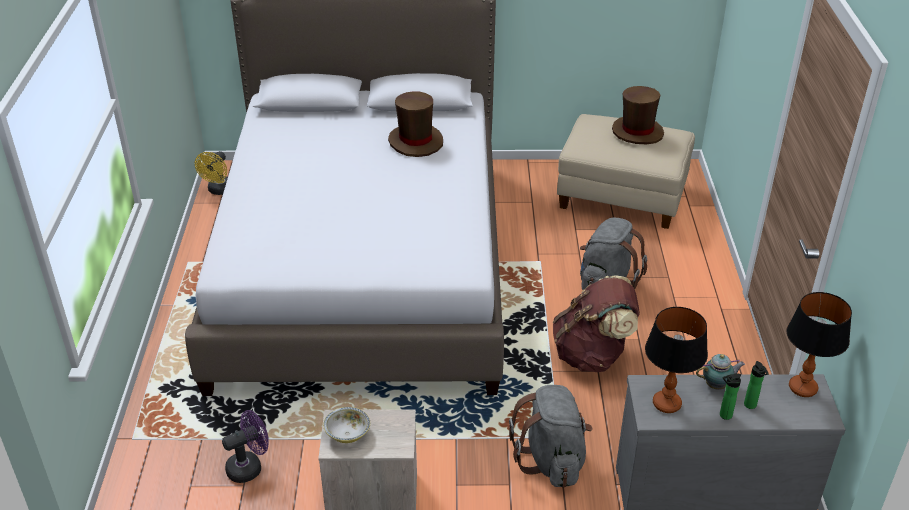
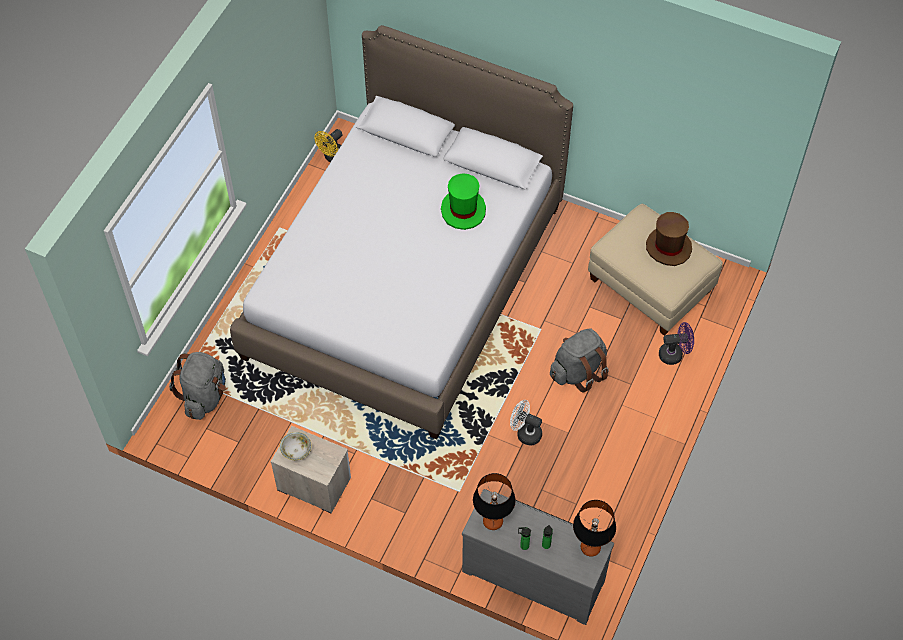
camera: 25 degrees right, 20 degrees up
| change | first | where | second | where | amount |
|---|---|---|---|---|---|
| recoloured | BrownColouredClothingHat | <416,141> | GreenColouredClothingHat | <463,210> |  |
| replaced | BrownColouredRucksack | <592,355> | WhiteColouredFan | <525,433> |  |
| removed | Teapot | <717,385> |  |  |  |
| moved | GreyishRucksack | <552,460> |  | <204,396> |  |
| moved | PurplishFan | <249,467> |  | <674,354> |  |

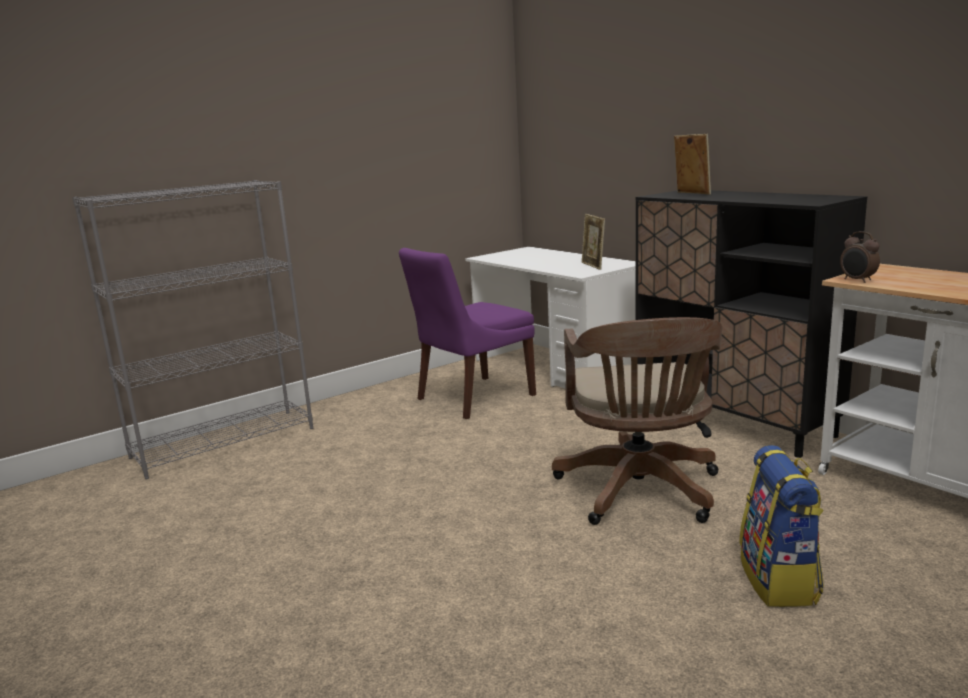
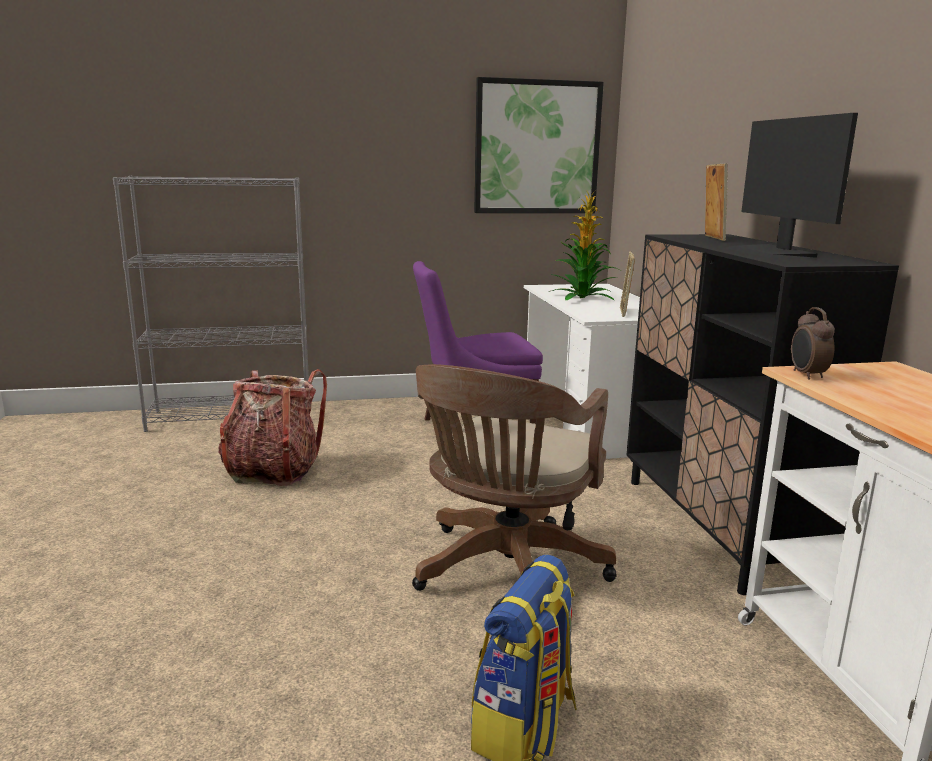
camera: 25 degrees right, 0 degrees up
| change | first | where | second | where | amount |
|---|---|---|---|---|---|
| added |  |  | WallArt | <537,148> |  |
| added |  |  | ComputerDisplay | <771,252> |  |
| added |  |  | PlantInAPot | <583,298> |  |
| added |  |  | Rucksack | <273,471> |  |

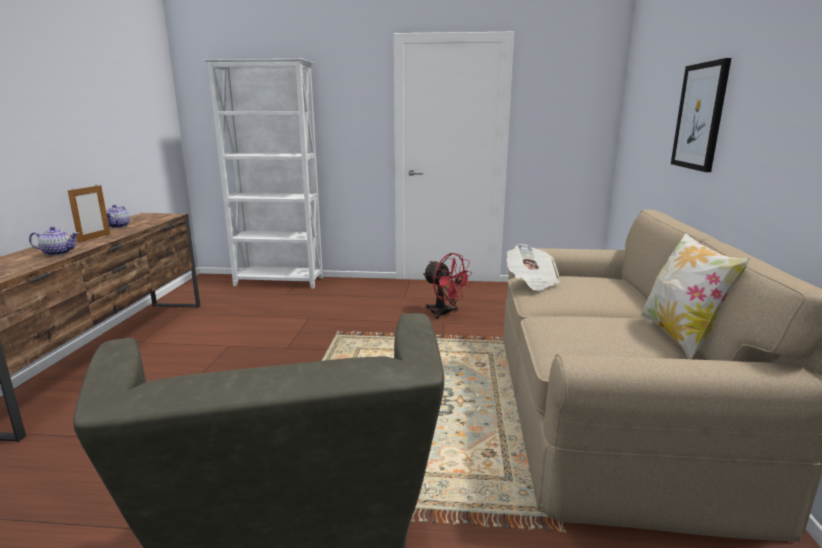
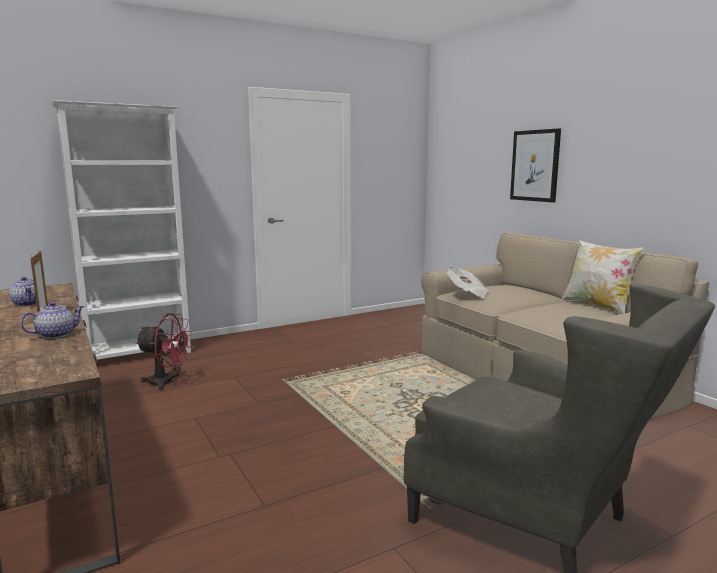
camera: 35 degrees left, 5 degrees down
| change | first | where | second | where | amount |
|---|---|---|---|---|---|
| moved | RedFan | <444,313> |  | <167,382> |  |

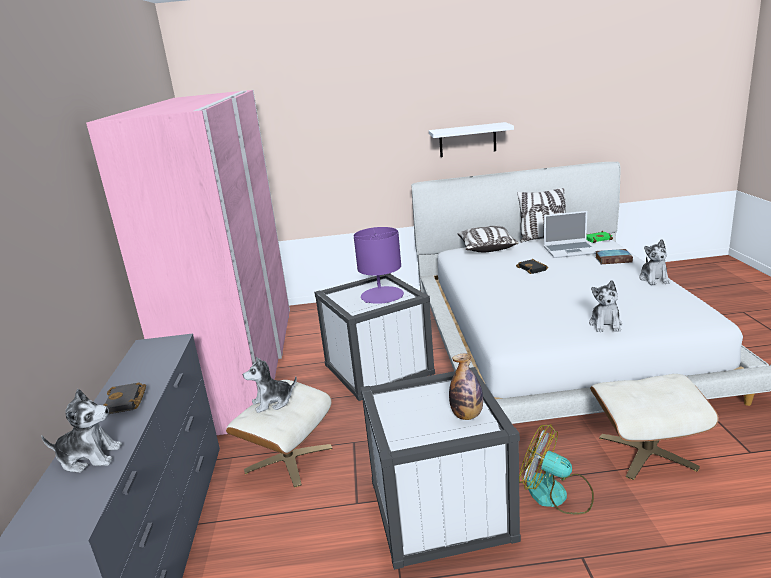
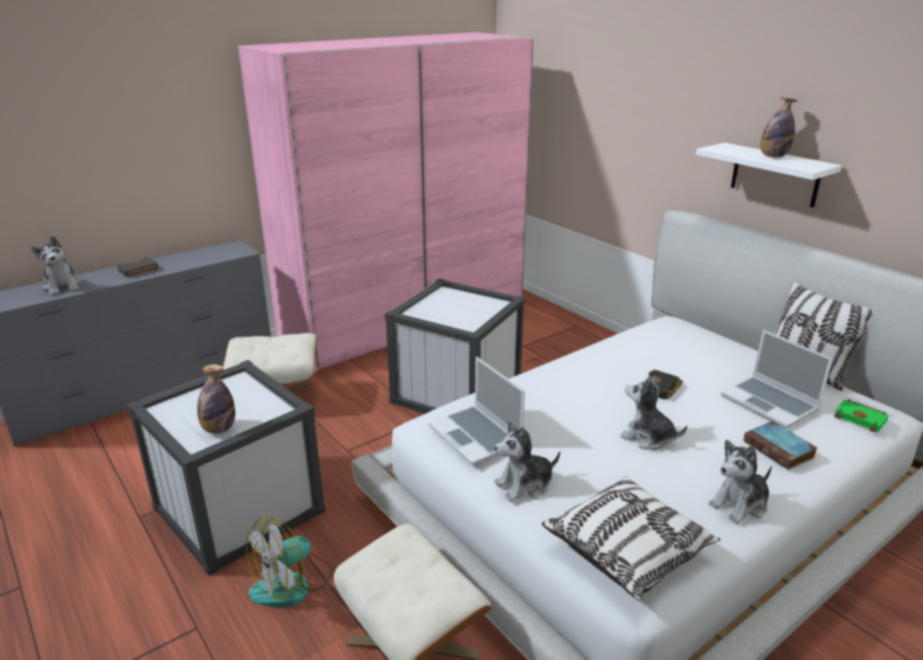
camera: 55 degrees right, 5 degrees up
| change | first | where | second | where | amount |
|---|---|---|---|---|---|
| moved | Cushion | <486,248> |  | <627,549> |  |
| removed | PurplishTabletopLamp | <382,296> |  |  |  |
| moved | CuddlyToy | <273,402> |  | <648,438> |  |
| turned | Fan | <556,494> |  | <292,584> | 135 degrees counterclockwise |
| added |  |  | DrinkBottle | <773,156> |  |
| added |  |  | NotebookComputer | <476,436> |  |

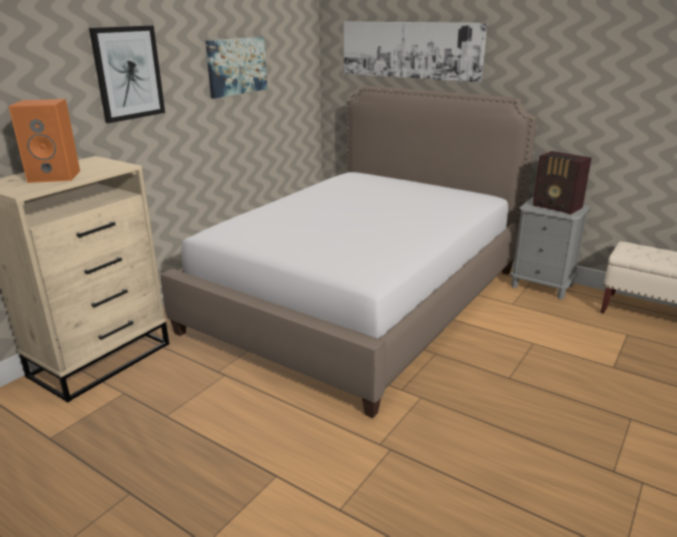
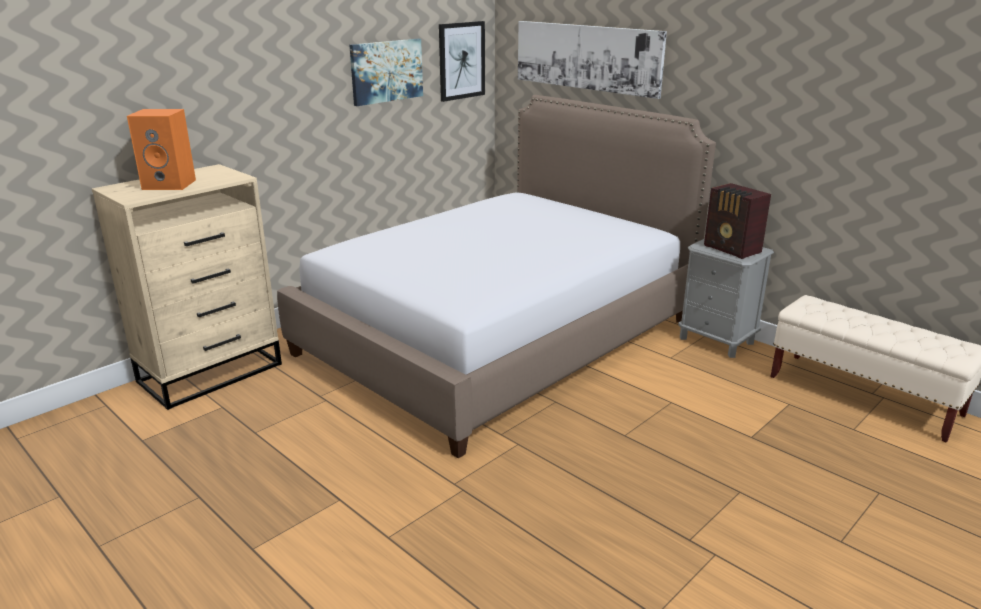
camera: 10 degrees right, 0 degrees up
| change | first | where | second | where | amount |
|---|---|---|---|---|---|
| moved | WallArt | <128,73> |  | <461,60> |  |

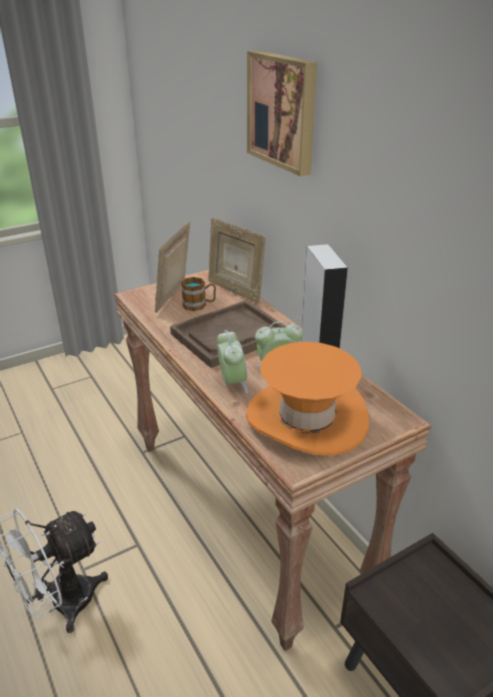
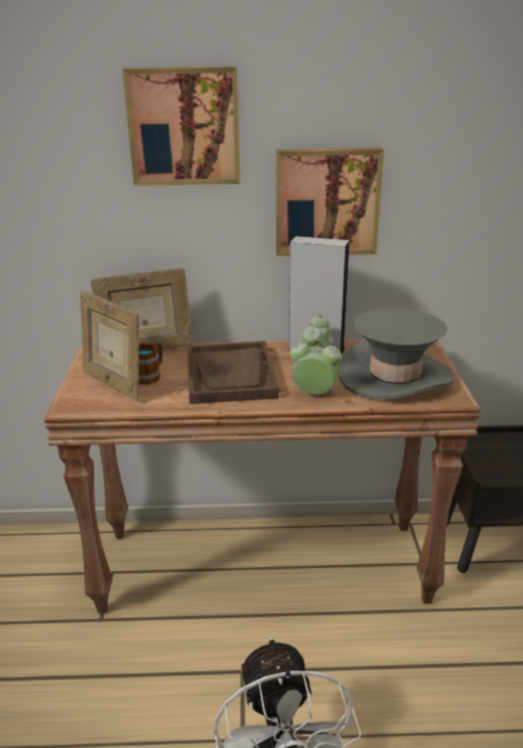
camera: 60 degrees left, 5 degrees down
| change | first | where | second | where | amount |
|---|---|---|---|---|---|
| recoloured | OrangeColouredClothingHat | <307,418> | GreyishClothingHat | <395,376> |  |
| added |  |  | WallArt | <326,201> |  |

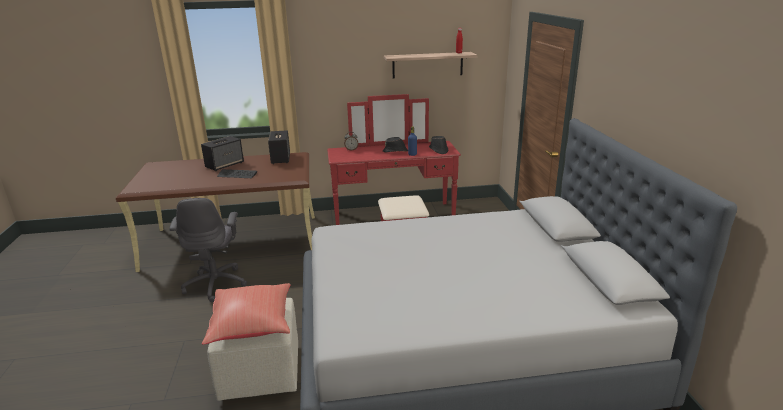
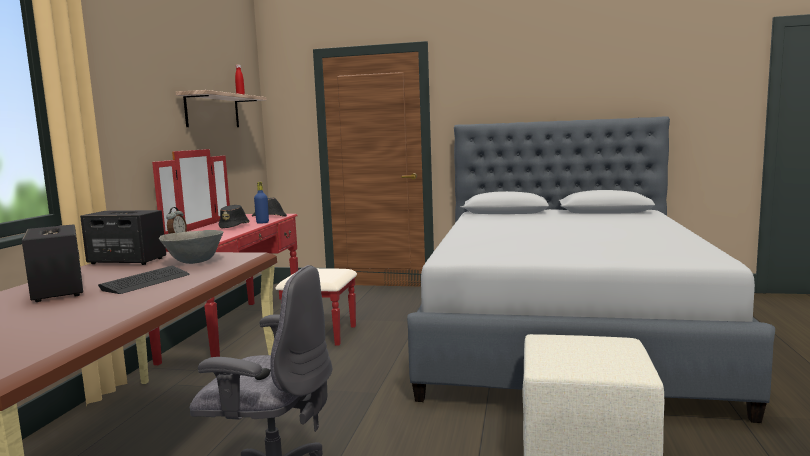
camera: 70 degrees left, 15 degrees down
| change | first | where | second | where | amount |
|---|---|---|---|---|---|
| removed | RedCushion | <252,325> |  |  |  |
| added |  |  | GreyishServingBowl | <194,262> |  |

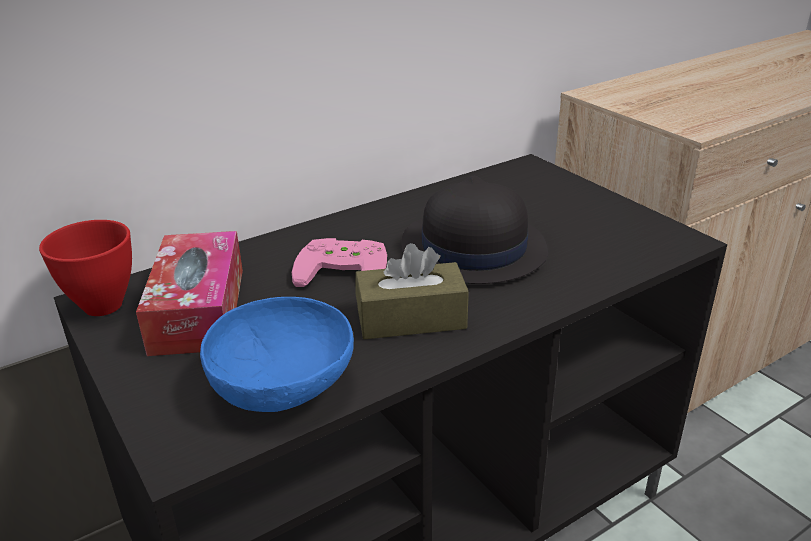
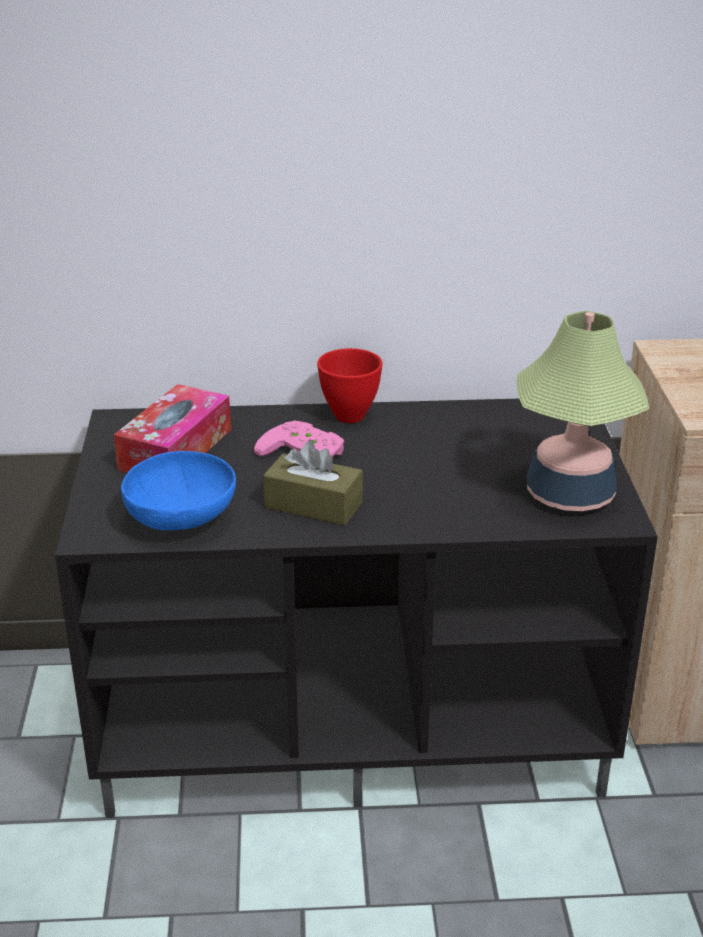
camera: 30 degrees right, 0 degrees up
| change | first | where | second | where | amount |
|---|---|---|---|---|---|
| removed | BlackClothingHat | <472,249> |  |  |  |
| moved | RedServingBowl | <101,307> |  | <348,416> |  |
| added |  |  | TabletopLamp | <570,494> |  |

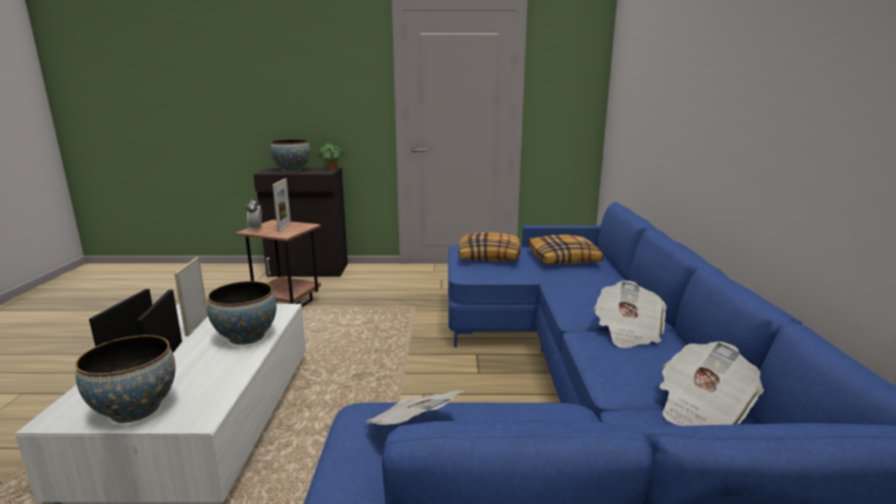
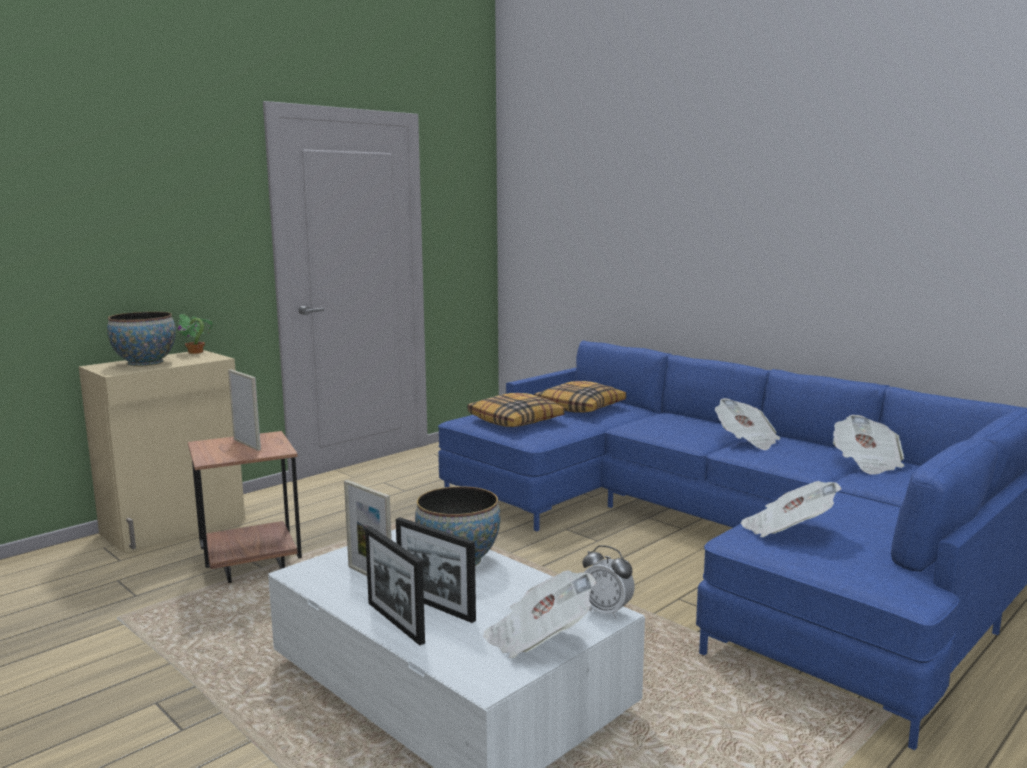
camera: 45 degrees left, 5 degrees down
| change | first | where | second | where | amount |
|---|---|---|---|---|---|
| recoloured | BlackCupboard | <308,270> | SandColouredCupboard | <175,526> |  |
| moved | BedsideClock | <256,229> |  | <606,611> |  |
| replaced | ServingBowl | <136,409> | DailyPaper | <538,639> |  |

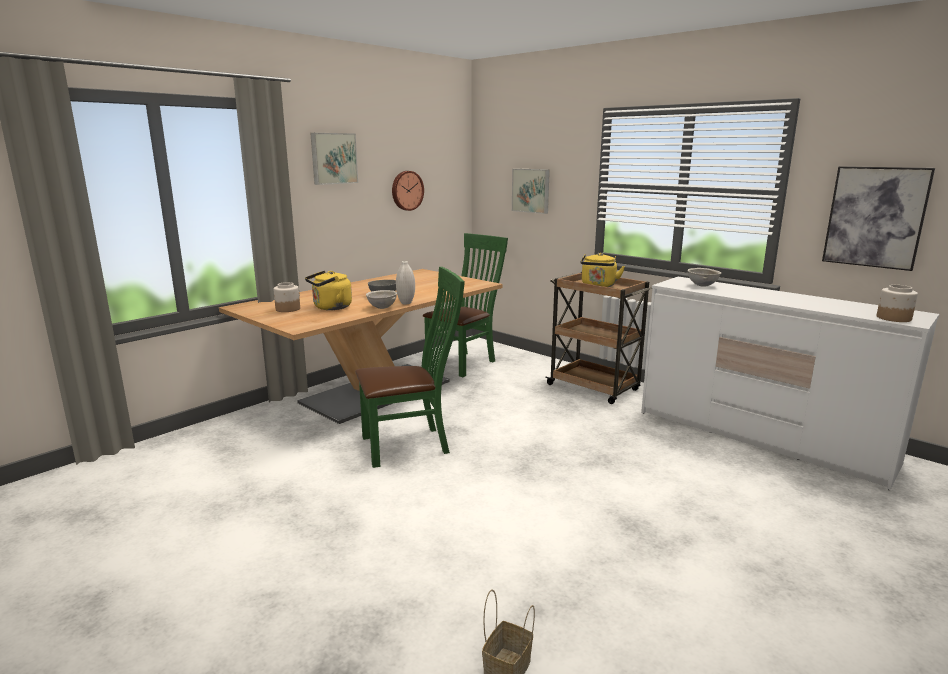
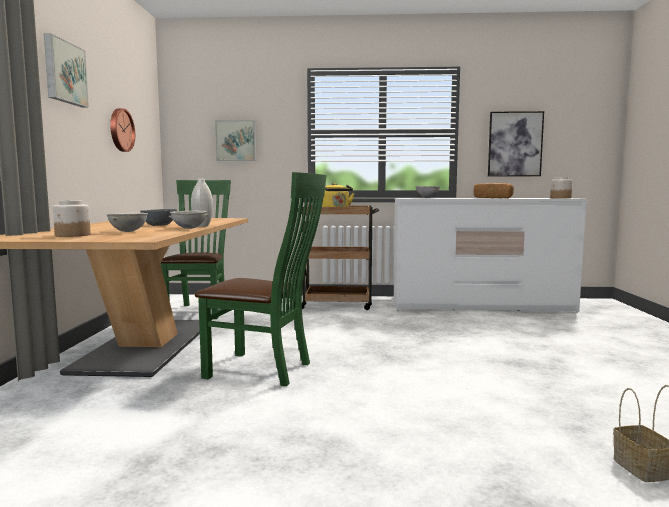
camera: 40 degrees left, 10 degrees down
| change | first | where | second | where | amount |
|---|---|---|---|---|---|
| turned | GreenColouredPlainChair | <411,445> |  | <265,370> | 75 degrees clockwise |
| replaced | YellowColouredTeaKettle | <330,308> | GreyishServingBowl | <127,231> |  |
| added |  |  | BakedBread | <493,198> |  |

